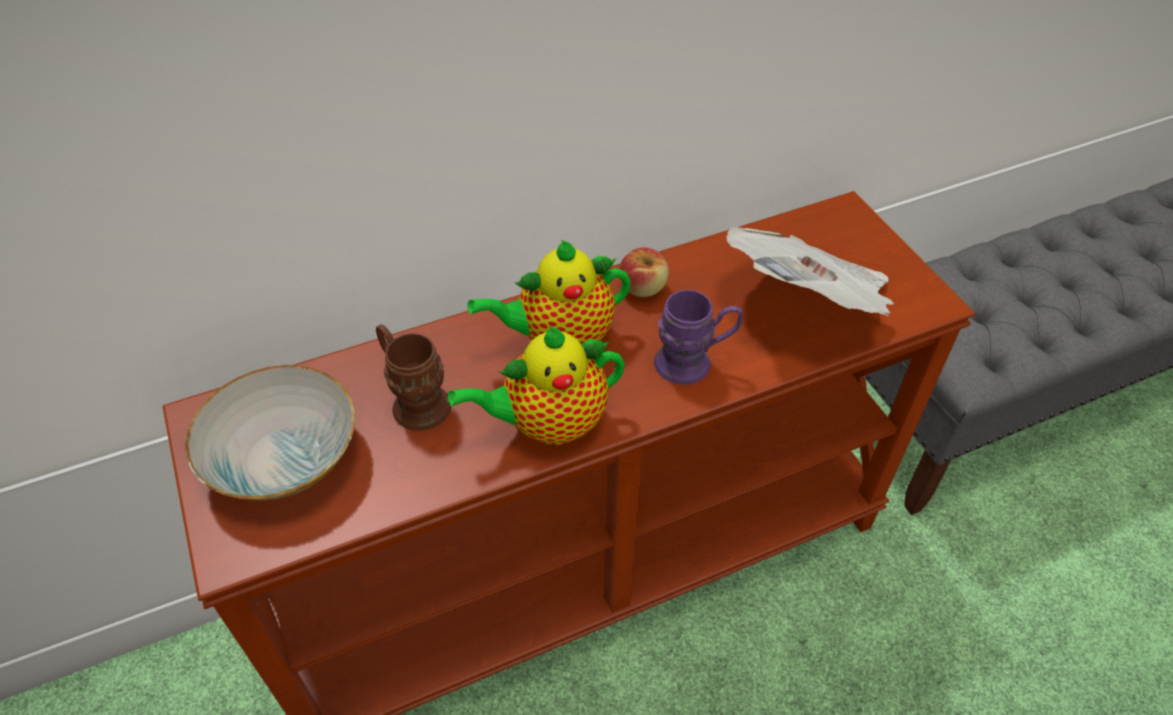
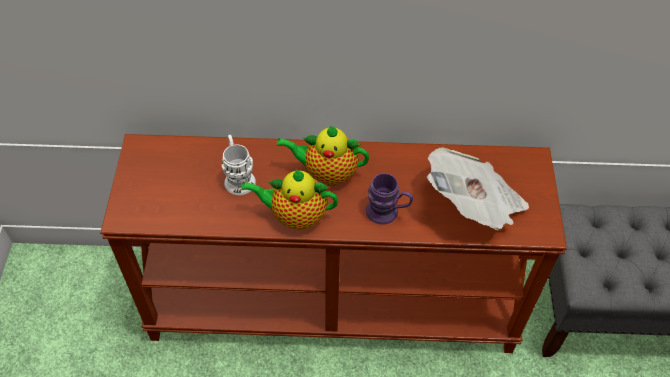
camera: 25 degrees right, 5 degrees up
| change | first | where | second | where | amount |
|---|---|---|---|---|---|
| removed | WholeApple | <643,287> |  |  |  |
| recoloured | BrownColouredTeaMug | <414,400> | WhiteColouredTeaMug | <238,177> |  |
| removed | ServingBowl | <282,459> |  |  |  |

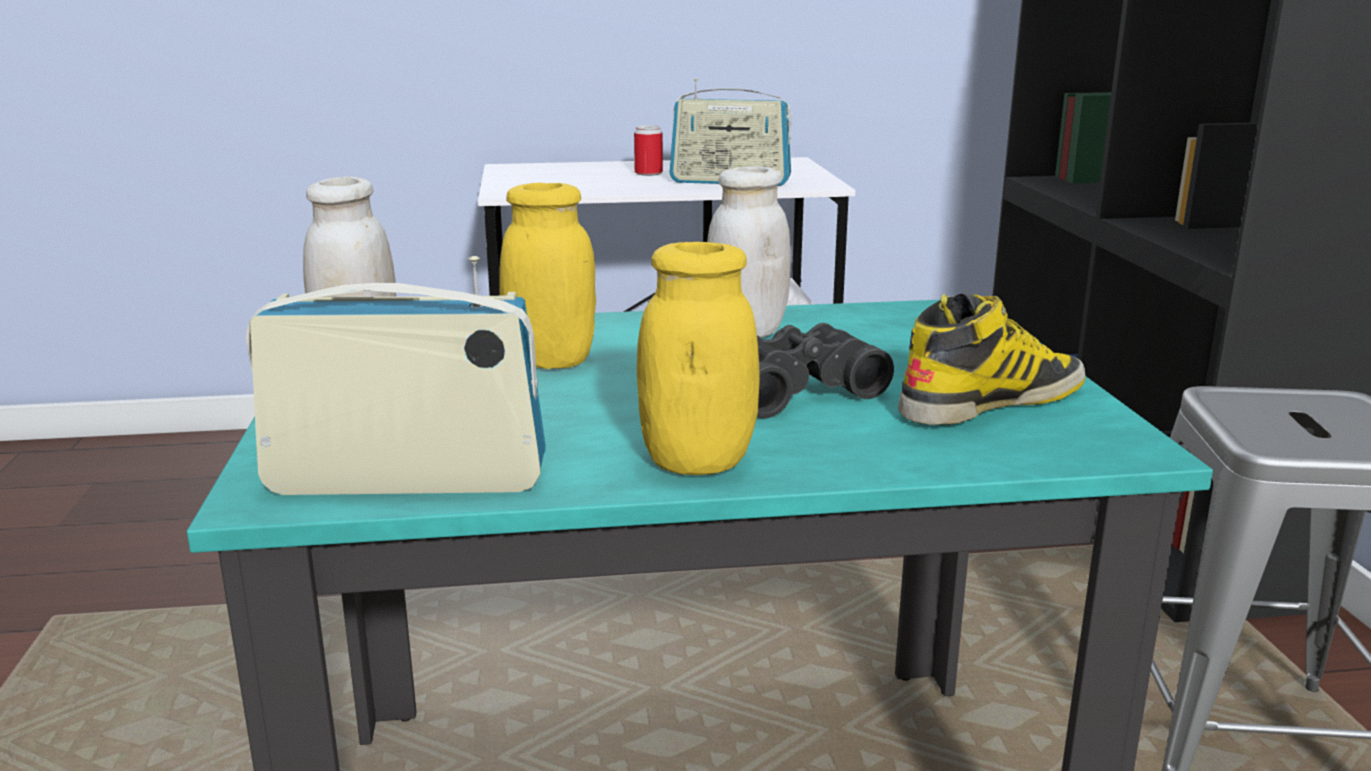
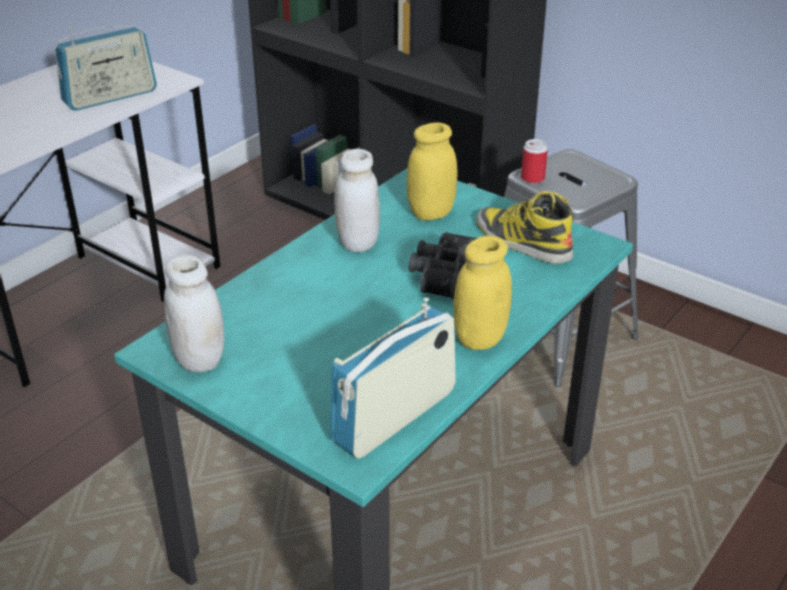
camera: 45 degrees left, 15 degrees up
| change | first | where | second | where | amount |
|---|---|---|---|---|---|
| moved | Can | <648,173> |  | <532,178> |  |
| moved | YellowColouredPreserveJar | <550,361> |  | <431,213> |  |
| turned | Boot | <991,401> |  | <522,241> | 60 degrees counterclockwise |

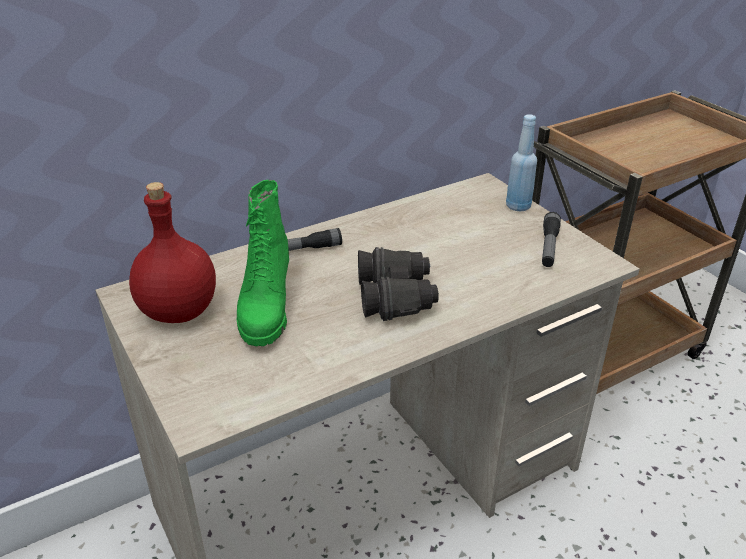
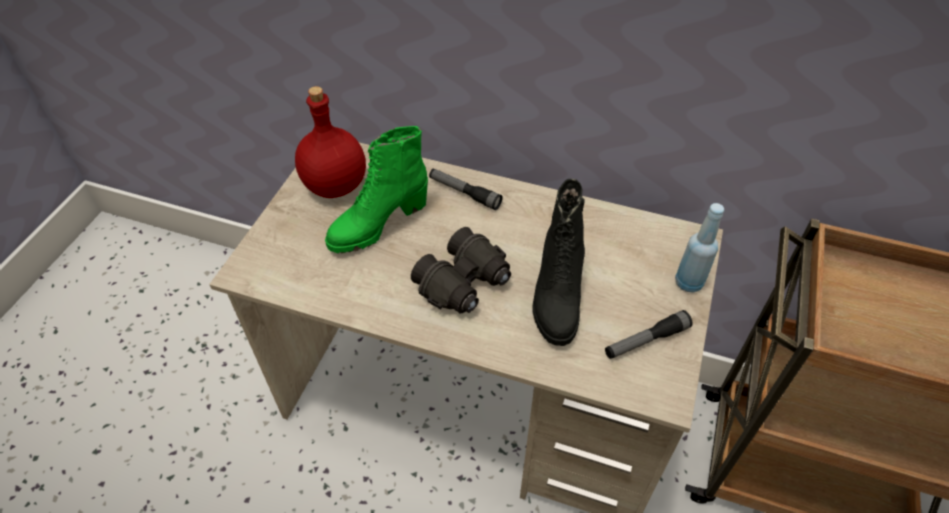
camera: 50 degrees right, 15 degrees up
| change | first | where | second | where | amount |
|---|---|---|---|---|---|
| added |  |  | BlackBoot | <556,296> |  |

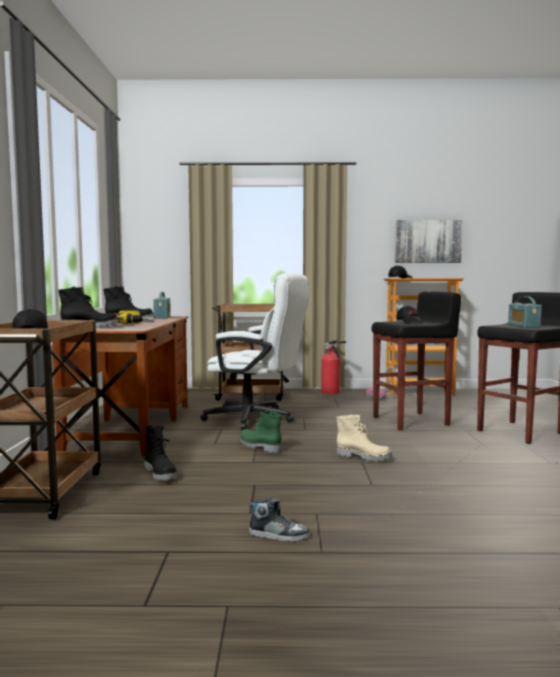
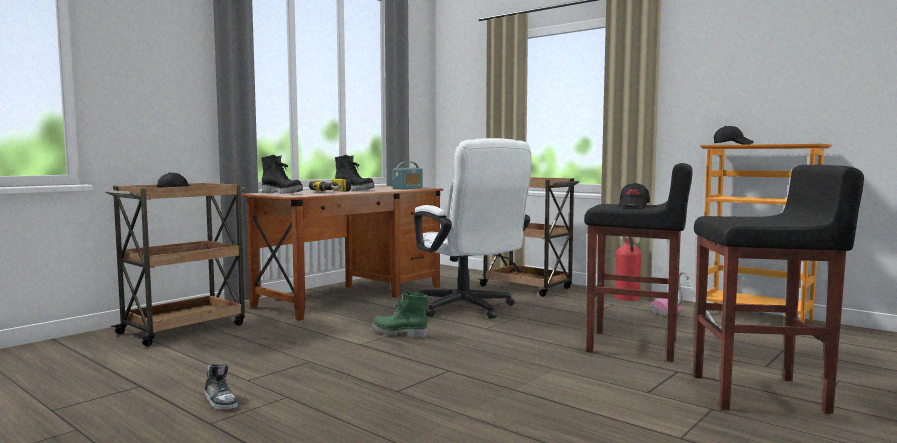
camera: 40 degrees right, 0 degrees up
| change | first | where | second | where | amount |
|---|---|---|---|---|---|
| removed | WallArt | <428,241> |  |  |  |
| removed | RadioSet | <523,326> |  |  |  |
| turned | GreenColouredBoot | <259,447> |  | <399,334> | 60 degrees counterclockwise |
| removed | SandColouredBoot | <363,457> |  |  |  |
| removed | BlackBoot | <161,474> |  |  |  |

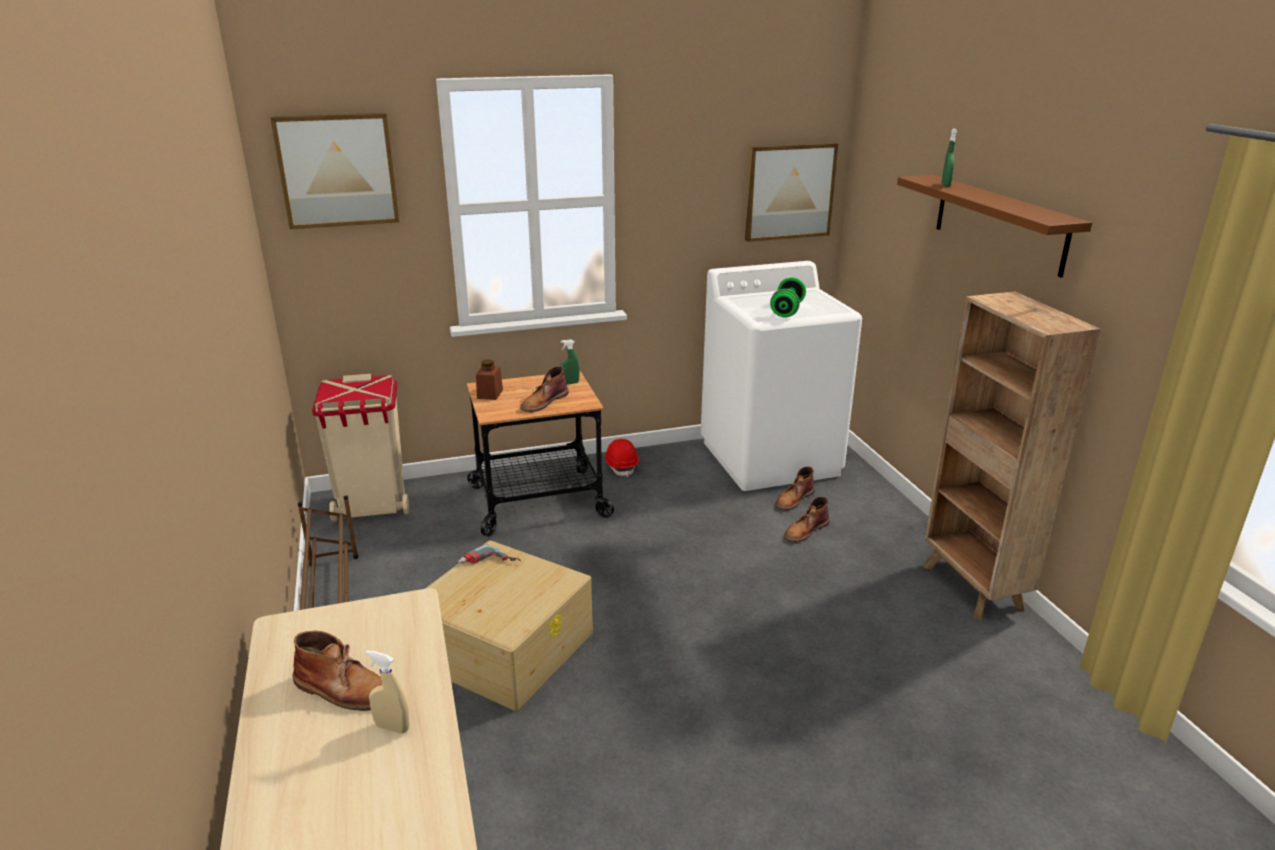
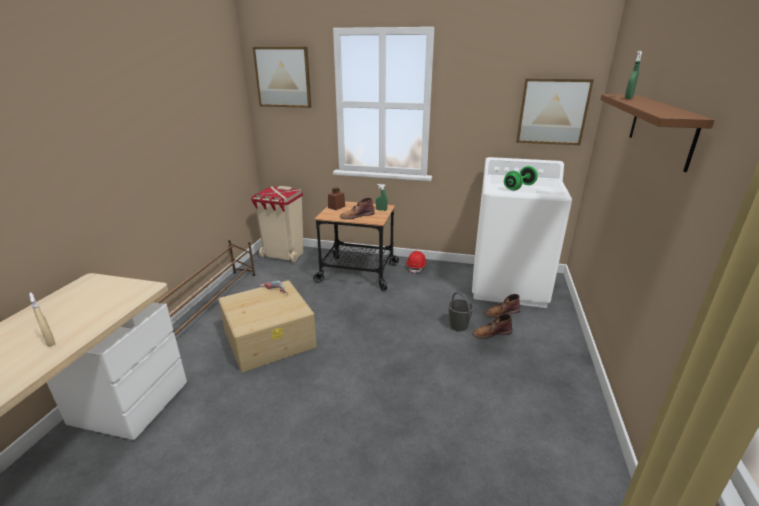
camera: 30 degrees right, 0 degrees up
| change | first | where | second | where | amount |
|---|---|---|---|---|---|
| removed | BrownColouredBookcase | <973,588> |  |  |  |
| removed | BrownColouredBoot | <346,690> |  |  |  |
| added |  |  | GreyishBucket | <458,326> |  |

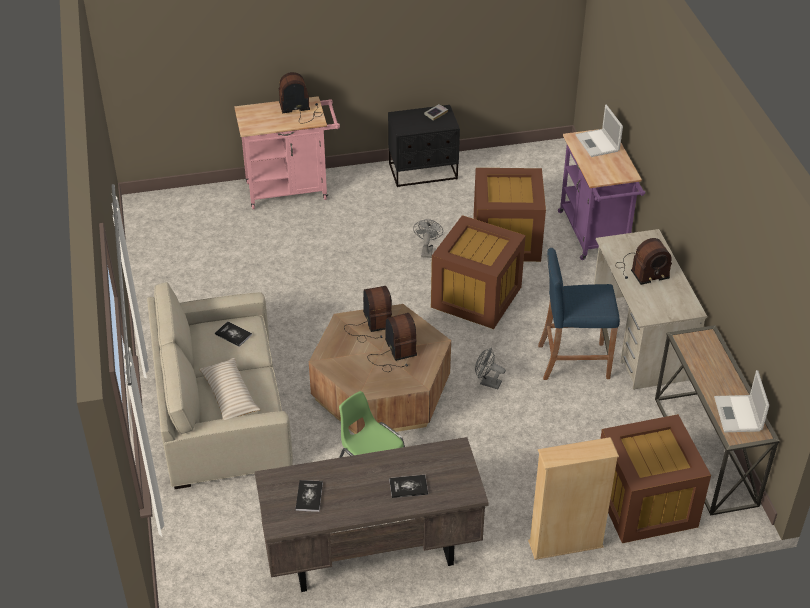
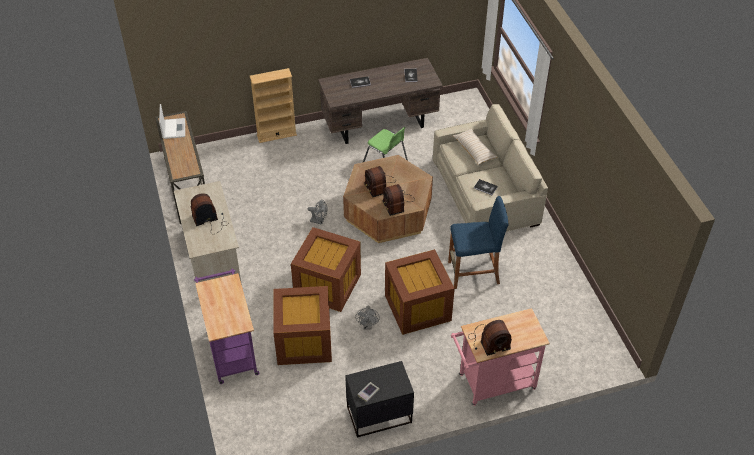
camera: 175 degrees right, 5 degrees up
| change | first | where | second | where | amount |
|---|---|---|---|---|---|
| removed | NotebookComputer | <597,144> |  |  |  |
| moved | BluishStool | <573,361> |  | <473,273> |  |
| moved | BrownColouredStorageBox | <644,505> |  | <418,307> |  |

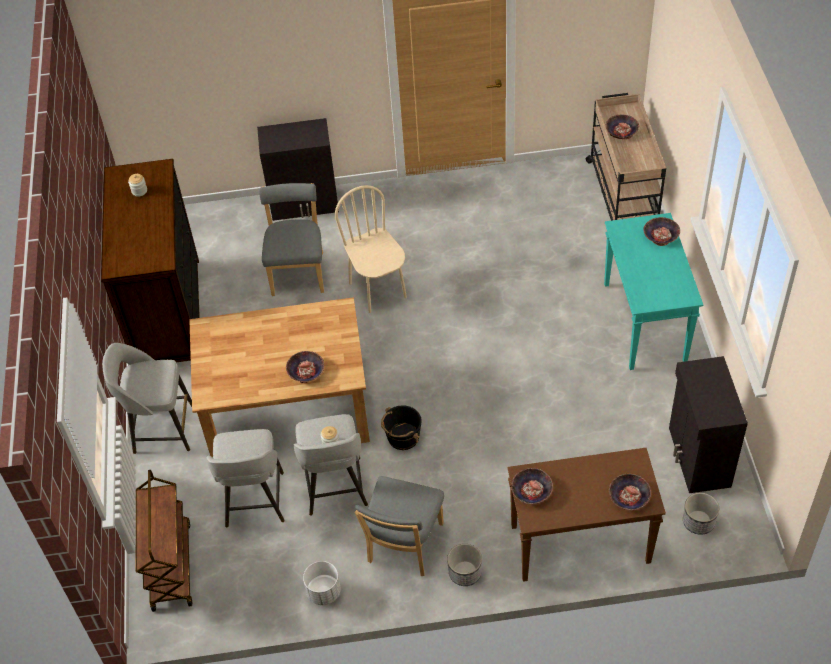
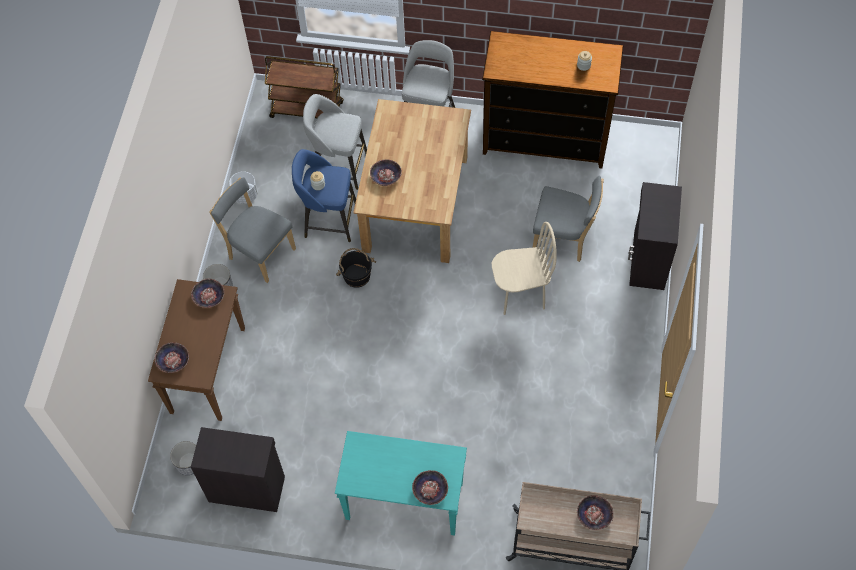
camera: 105 degrees right, 10 degrees up
| change | first | where | second | where | amount |
|---|---|---|---|---|---|
| recoloured | GreyishStool | <335,488> | BluishStool | <328,220> |  |

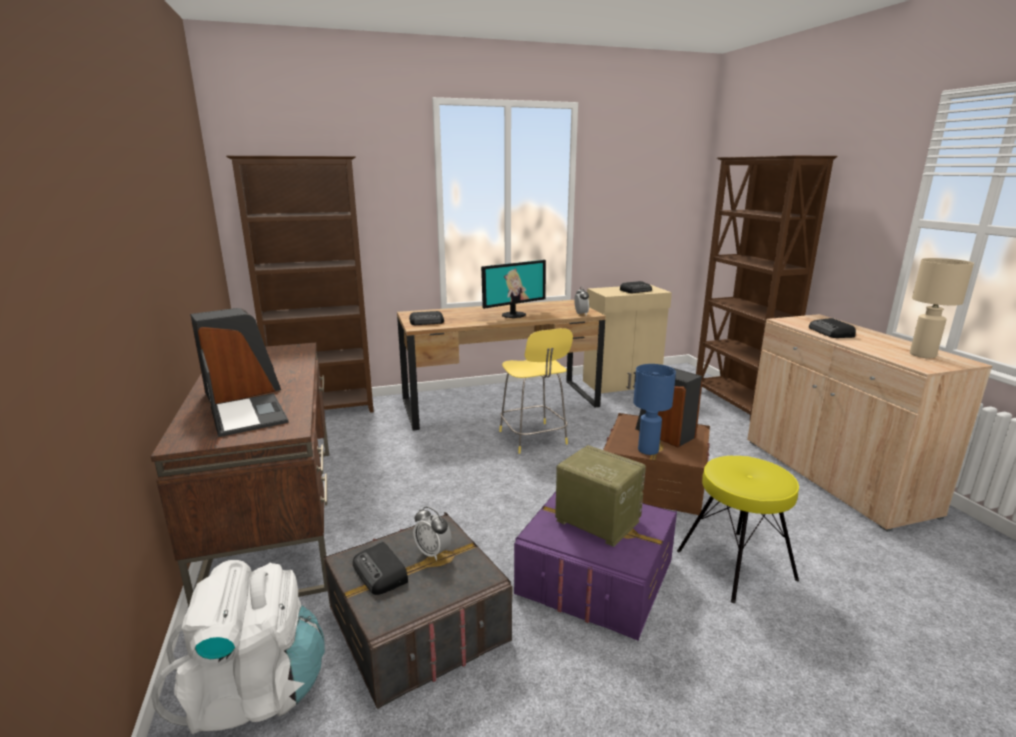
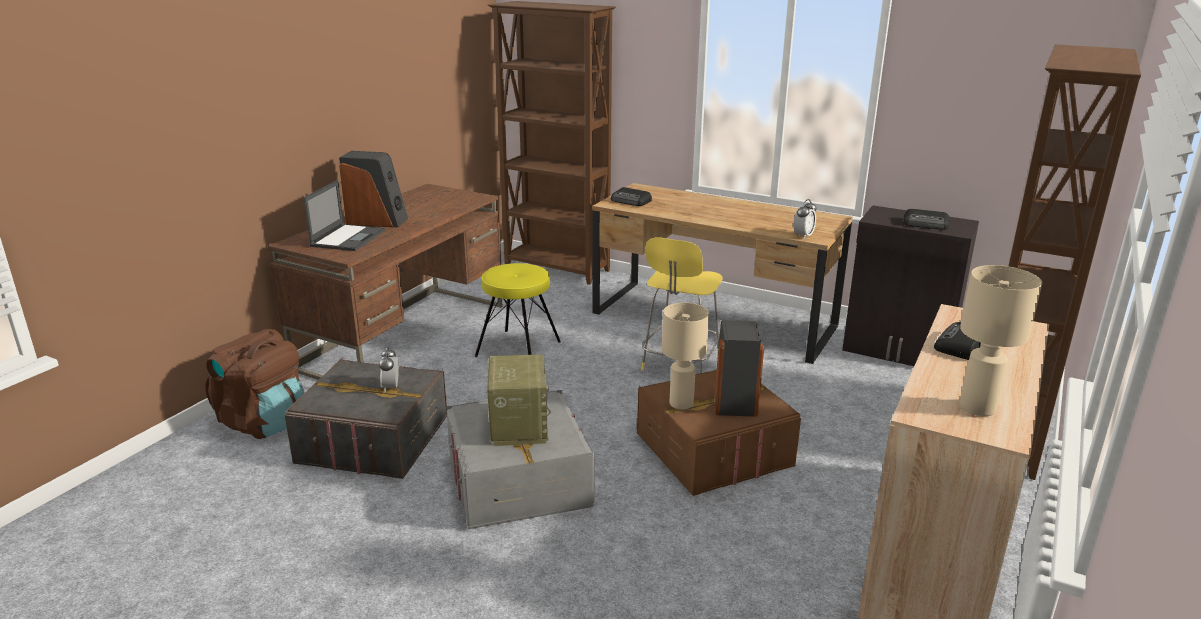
camera: 45 degrees right, 5 degrees up
| change | first | where | second | where | amount |
|---|---|---|---|---|---|
| removed | ComputerDisplay | <513,315> |  |  |  |
| recoloured | SandColouredCupboard | <622,383> | BlackCupboard | <898,351> |  |
| recoloured | BluishTabletopLamp | <648,450> | SandColouredTabletopLamp | <681,404> |  |
| moved | YellowColouredStool | <736,565> |  | <518,349> |  |
| recoloured | PurplishStorageBox | <595,577> | GreyishStorageBox | <519,481> |  |
| removed | RadioSet | <381,573> |  |  |  |
| recoloured | WhiteColouredRucksack | <255,691> | BrownColouredRucksack | <264,422> |  |

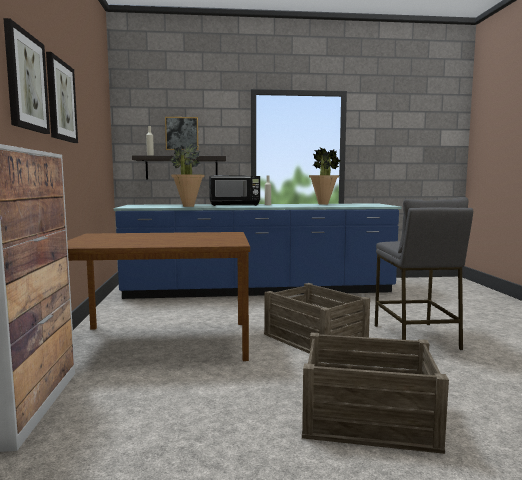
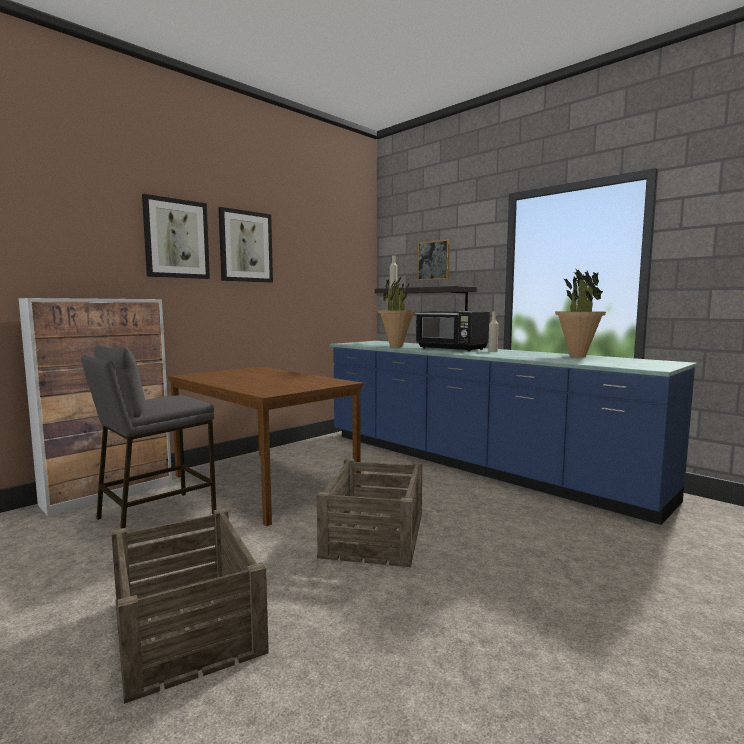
camera: 50 degrees right, 0 degrees up
| change | first | where | second | where | amount |
|---|---|---|---|---|---|
| moved | GreyishStool | <415,337> |  | <156,516> |  |

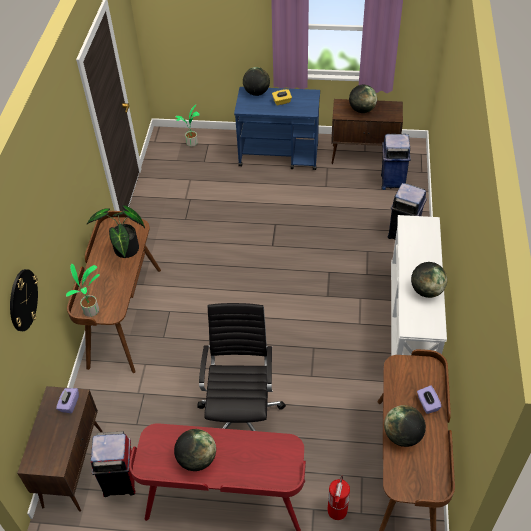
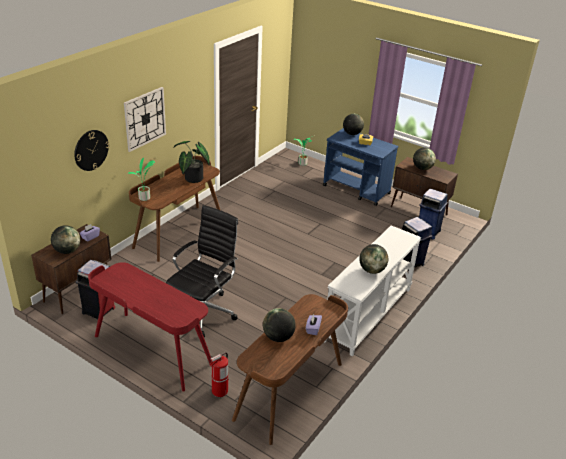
camera: 25 degrees right, 15 degrees down
| change | first | where | second | where | amount |
|---|---|---|---|---|---|
| moved | Globe | <197,459> |  | <67,251> |  |
| added |  |  | WallClock | <145,118> |  |

